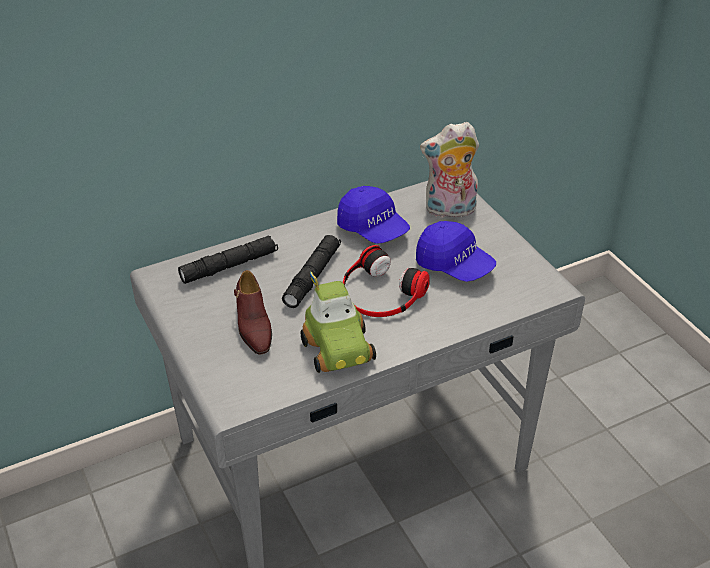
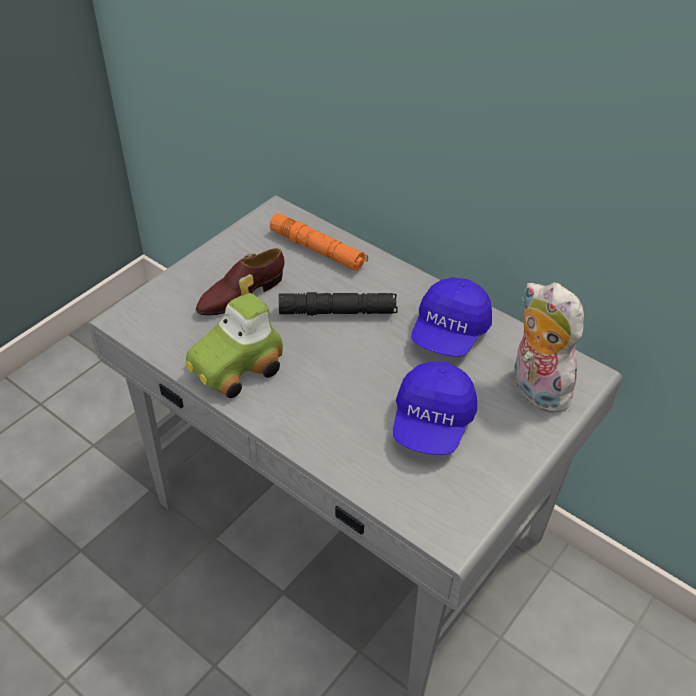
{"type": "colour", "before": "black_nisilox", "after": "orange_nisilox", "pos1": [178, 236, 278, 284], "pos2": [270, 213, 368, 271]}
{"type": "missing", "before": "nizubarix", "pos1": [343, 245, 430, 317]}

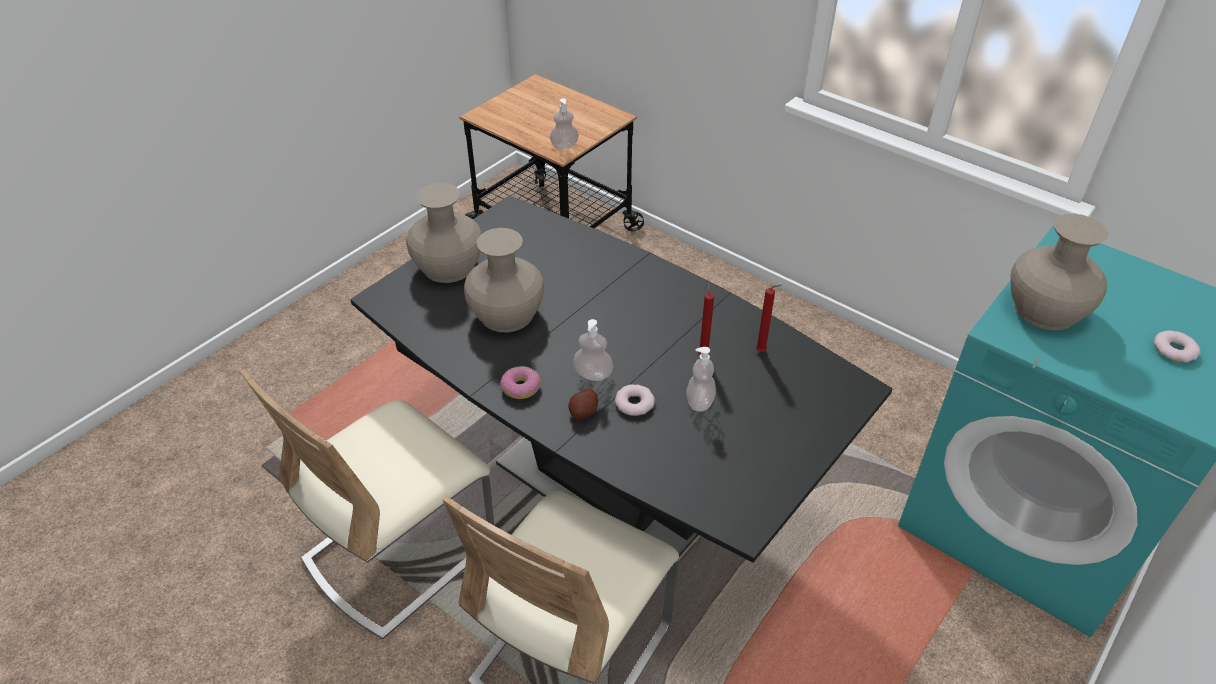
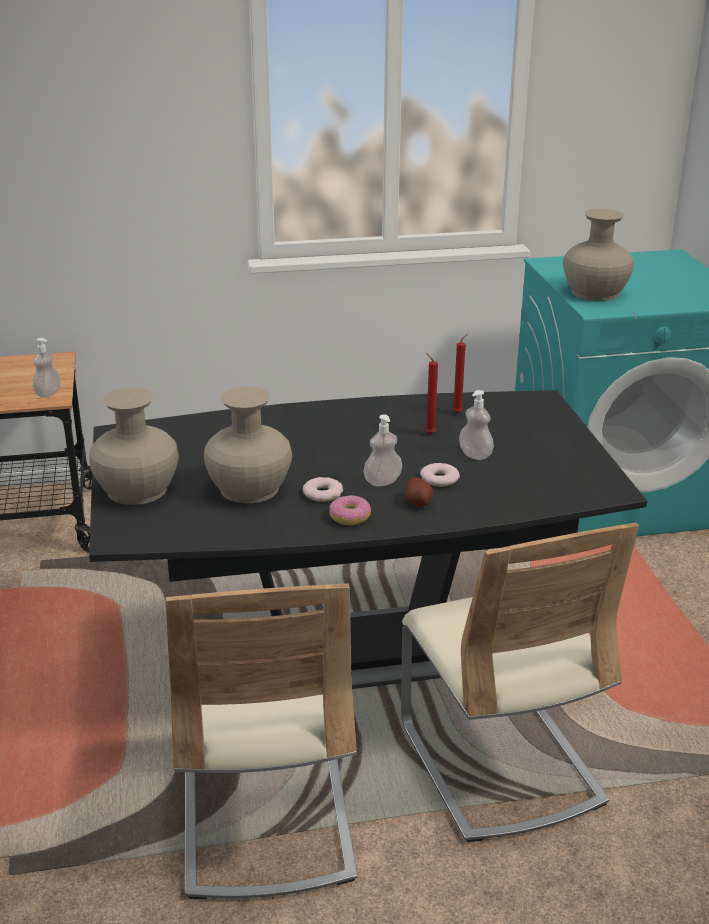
{"type": "relocated", "before": "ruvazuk", "pos1": [1154, 331, 1201, 363], "pos2": [303, 477, 343, 502]}

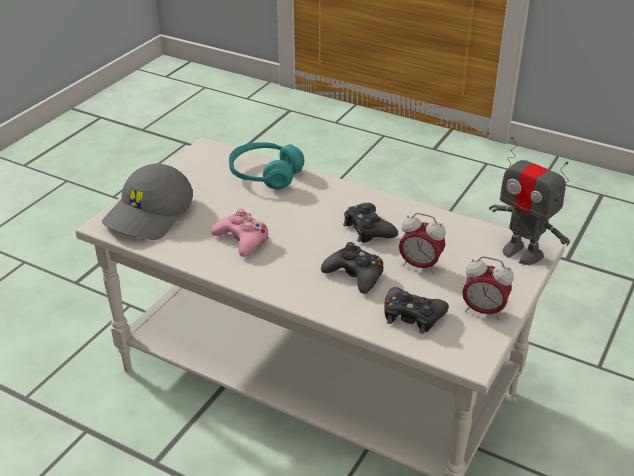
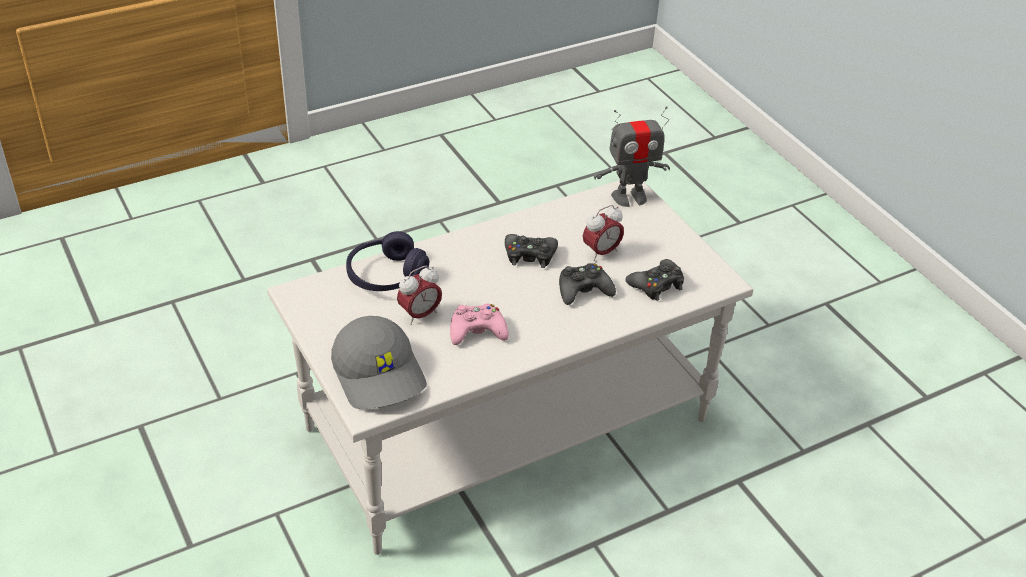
{"type": "colour", "before": "turquoise_nizubarix", "after": "purple_nizubarix", "pos1": [229, 142, 304, 189], "pos2": [346, 231, 429, 291]}
{"type": "relocated", "before": "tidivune", "pos1": [462, 256, 514, 320], "pos2": [397, 266, 442, 325]}

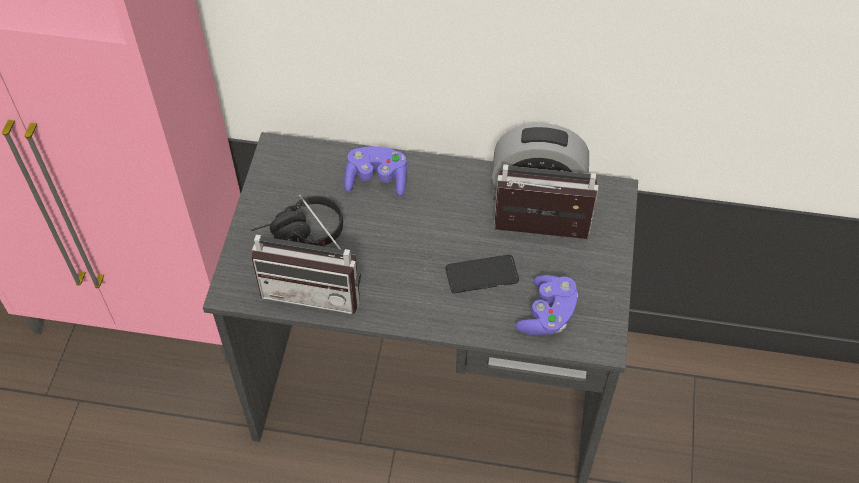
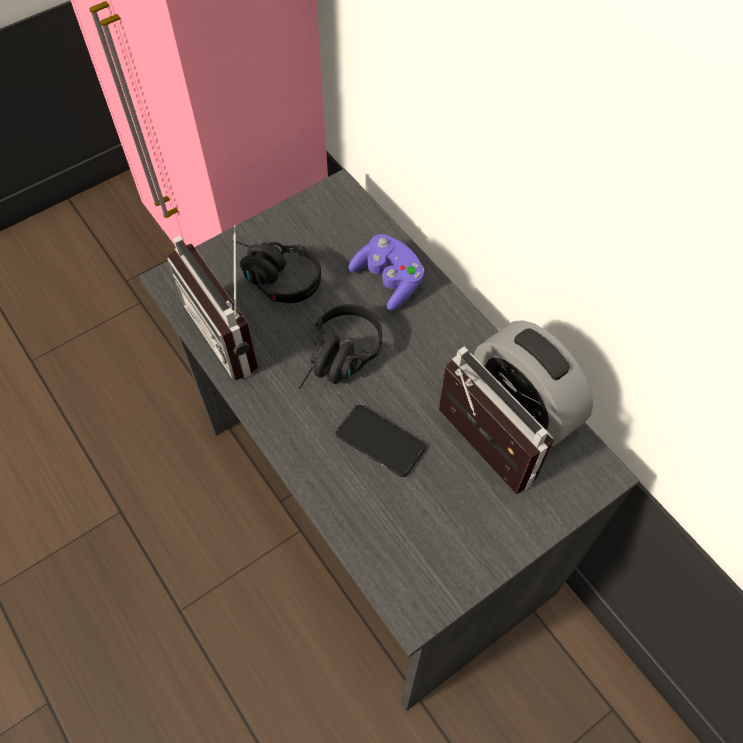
{"type": "appeared", "after": "black_nizubarix", "pos2": [299, 304, 382, 389]}
{"type": "missing", "before": "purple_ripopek", "pos1": [515, 275, 578, 335]}

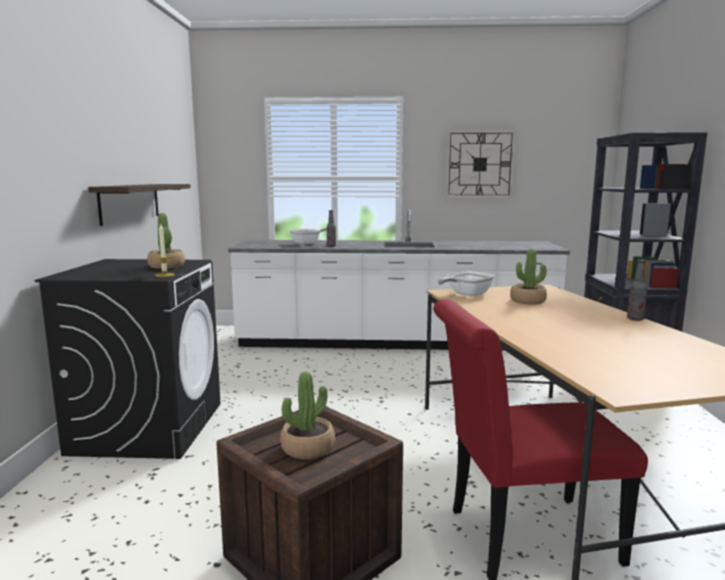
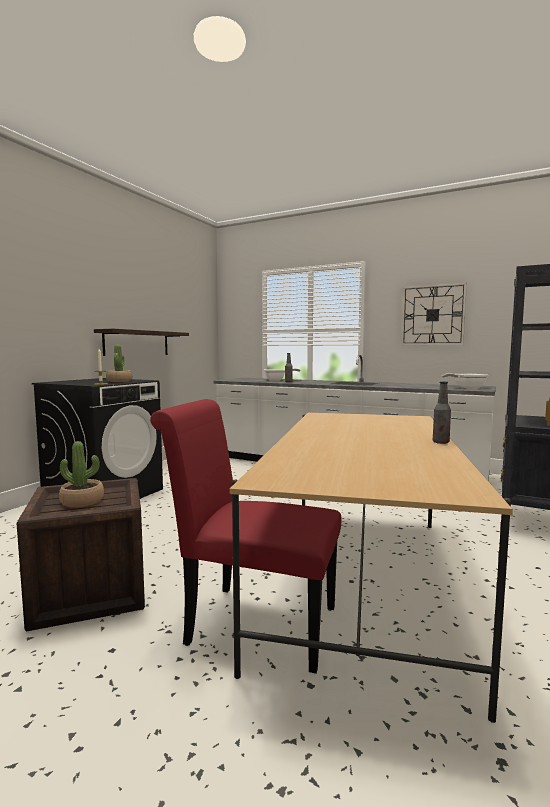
{"type": "relocated", "before": "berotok", "pos1": [438, 271, 495, 296], "pos2": [442, 373, 488, 388]}
{"type": "missing", "before": "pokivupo", "pos1": [510, 249, 547, 304]}

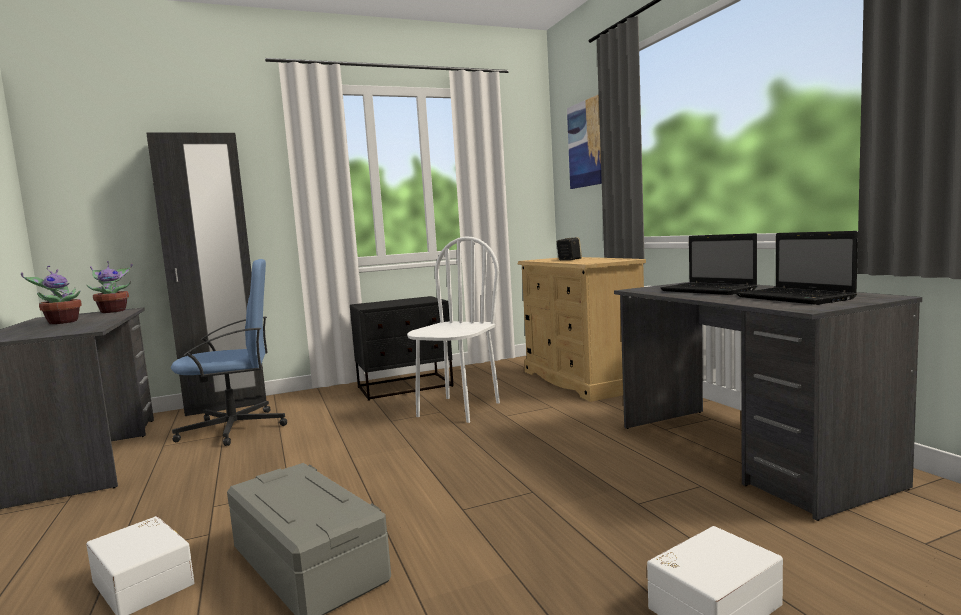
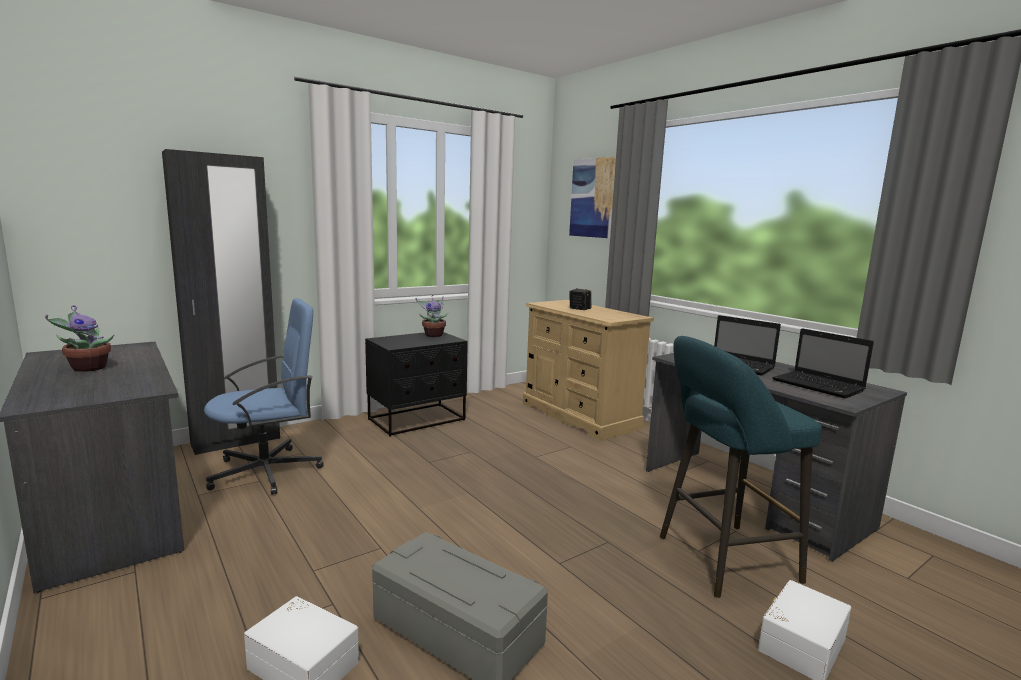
{"type": "relocated", "before": "pokivupo", "pos1": [86, 261, 133, 313], "pos2": [415, 295, 448, 337]}
{"type": "appeared", "after": "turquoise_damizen", "pos2": [660, 336, 822, 598]}
{"type": "missing", "before": "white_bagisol", "pos1": [407, 236, 500, 423]}

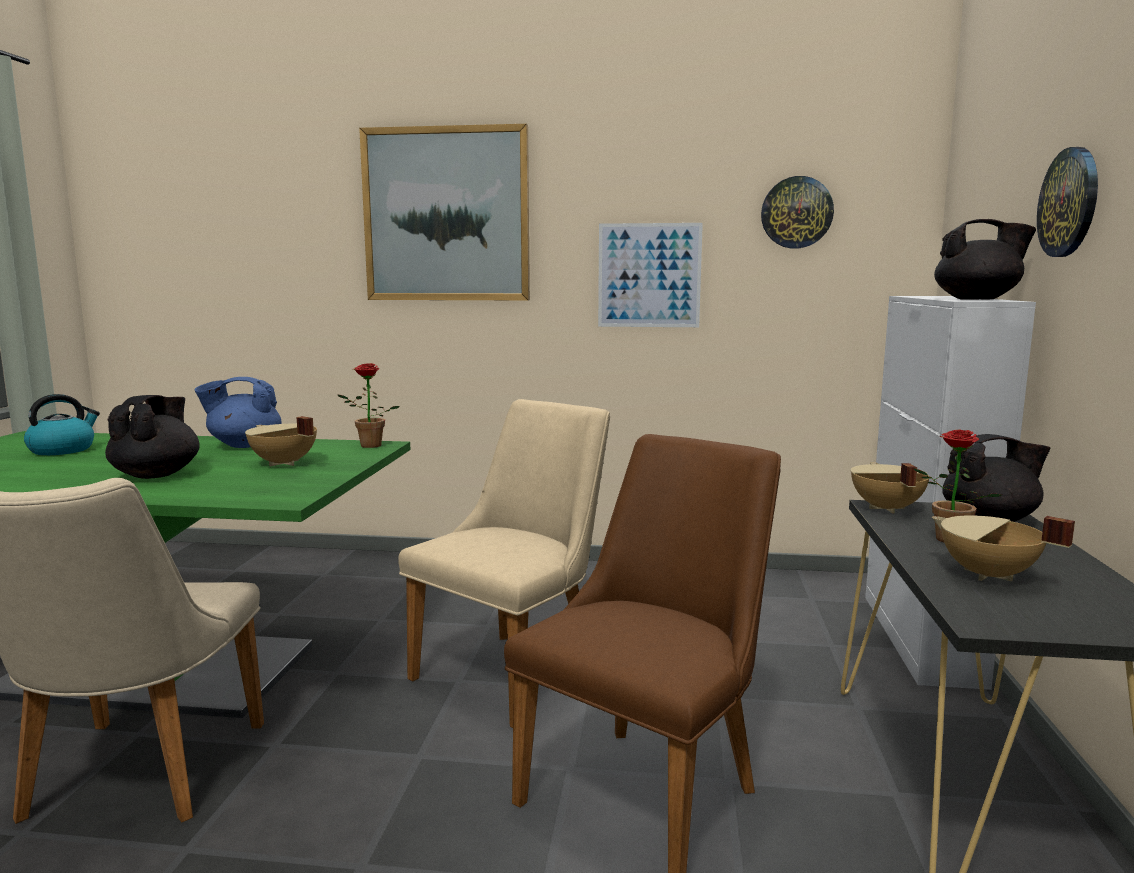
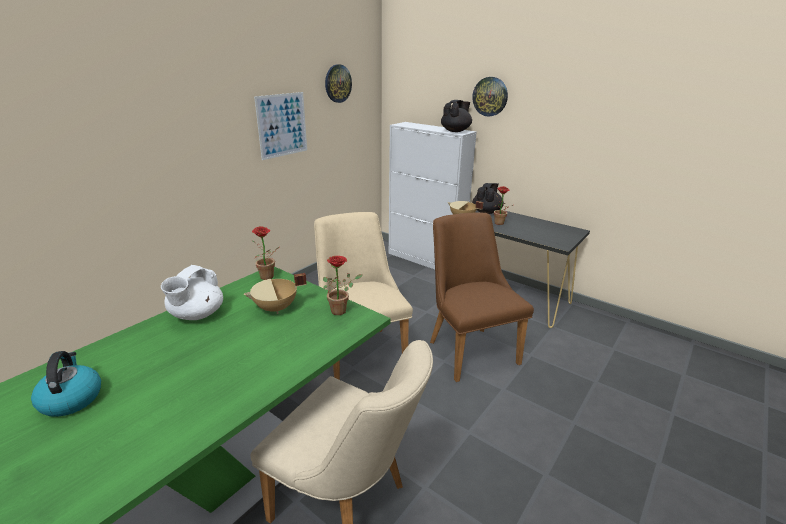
{"type": "colour", "before": "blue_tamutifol", "after": "white_tamutifol", "pos1": [194, 377, 281, 448], "pos2": [161, 265, 223, 320]}
{"type": "appeared", "after": "pokivupo", "pos2": [323, 256, 363, 315]}
{"type": "missing", "before": "black_tamutifol", "pos1": [105, 395, 200, 479]}
{"type": "missing", "before": "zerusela", "pos1": [359, 124, 530, 301]}
{"type": "missing", "before": "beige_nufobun", "pos1": [932, 515, 1075, 581]}

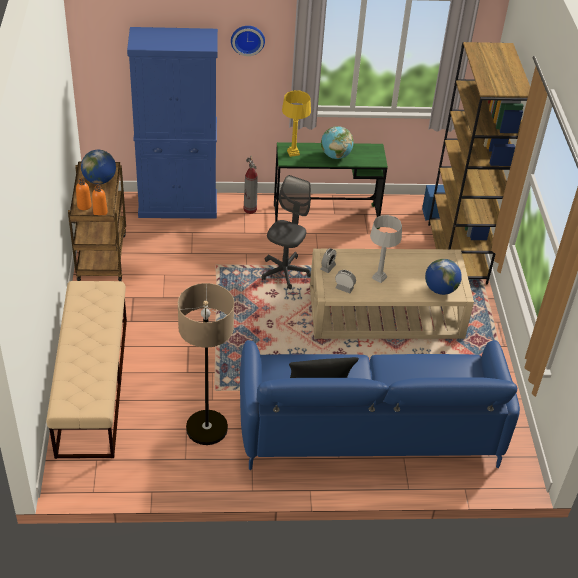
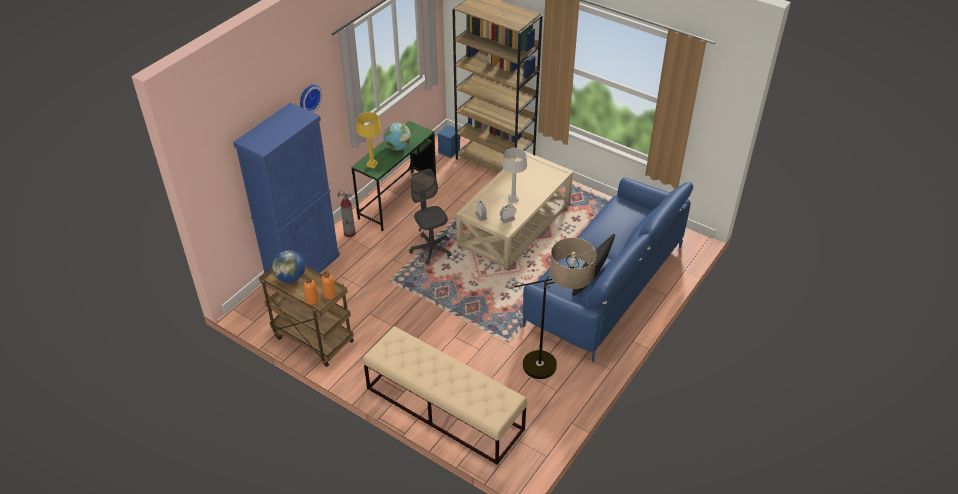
{"type": "missing", "before": "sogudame", "pos1": [425, 259, 462, 295]}

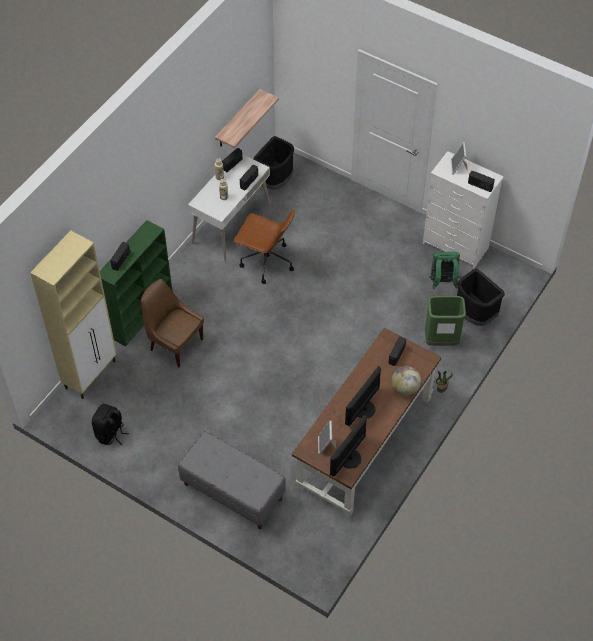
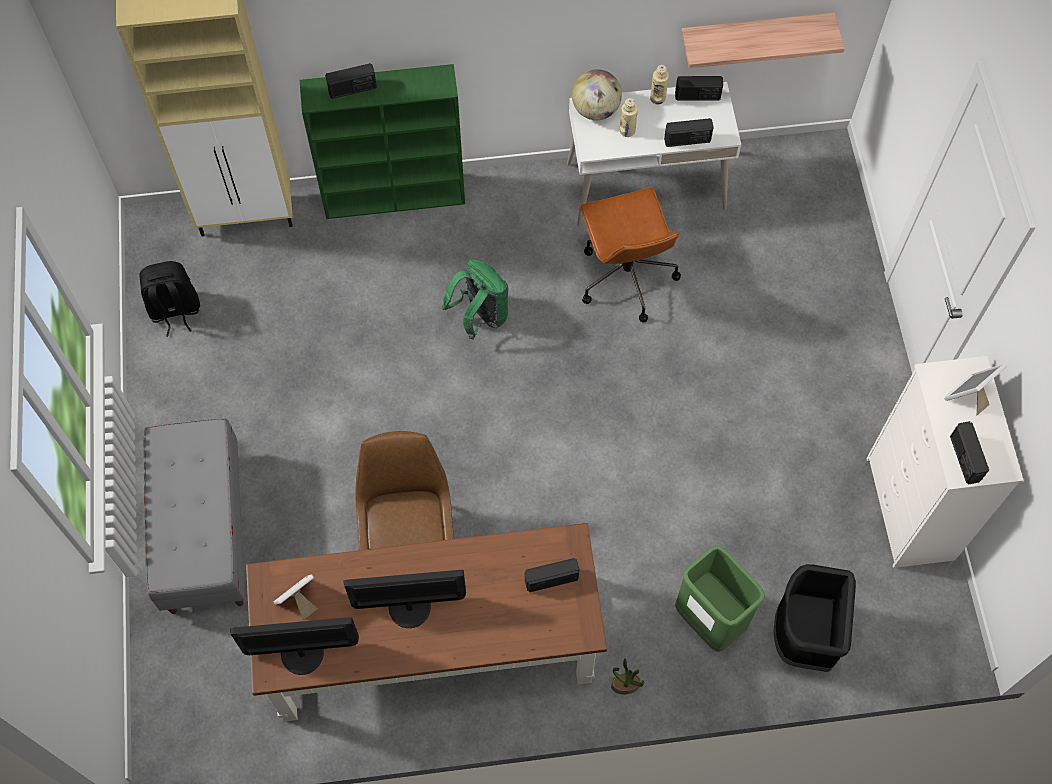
{"type": "relocated", "before": "brown_bagisol", "pos1": [141, 279, 204, 367], "pos2": [355, 431, 454, 550]}
{"type": "relocated", "before": "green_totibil", "pos1": [429, 252, 460, 289], "pos2": [442, 259, 508, 339]}
{"type": "relocated", "before": "sogudame", "pos1": [391, 366, 421, 396], "pos2": [572, 69, 622, 120]}
{"type": "missing", "before": "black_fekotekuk", "pos1": [253, 136, 294, 190]}

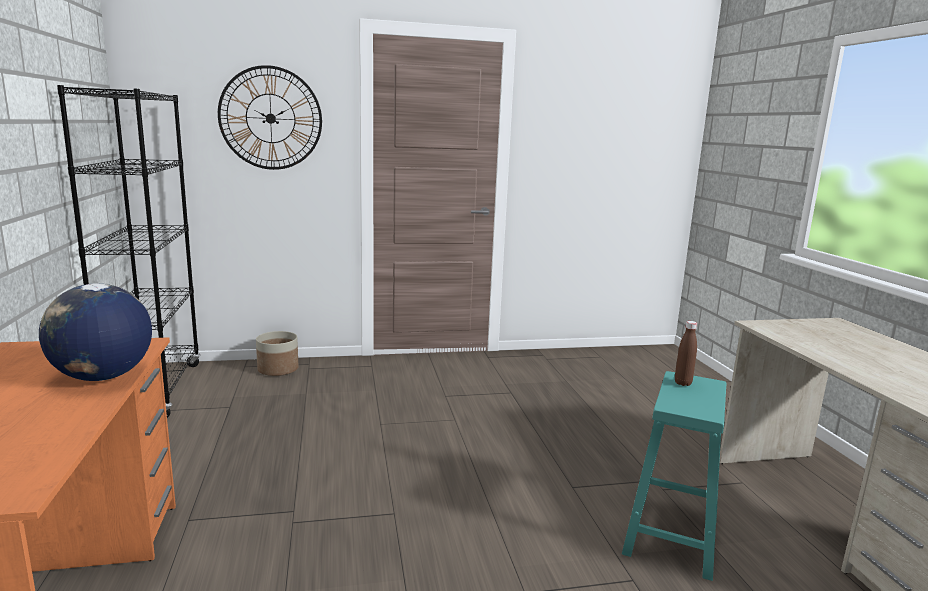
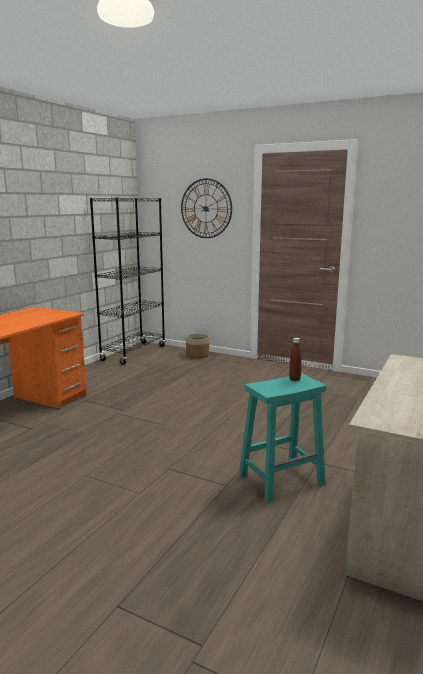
{"type": "missing", "before": "sogudame", "pos1": [39, 284, 152, 381]}

